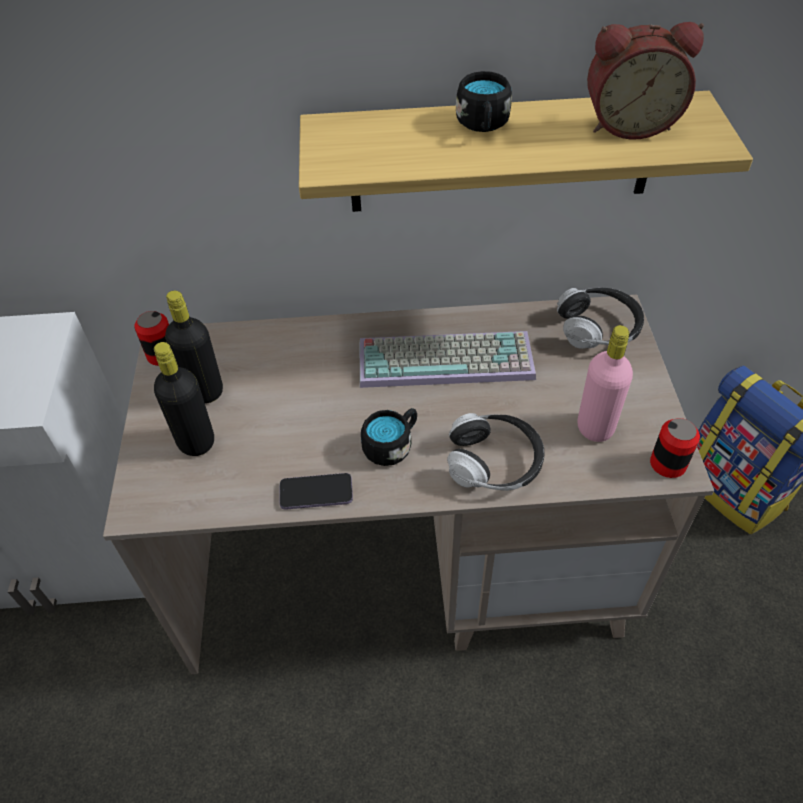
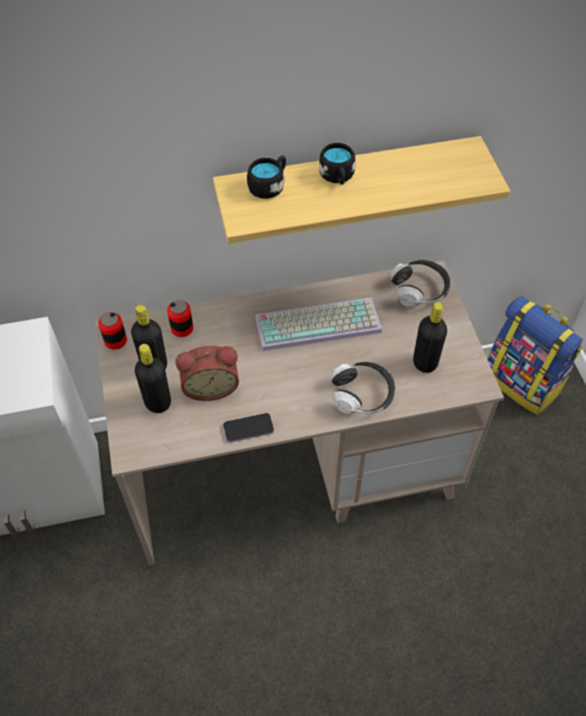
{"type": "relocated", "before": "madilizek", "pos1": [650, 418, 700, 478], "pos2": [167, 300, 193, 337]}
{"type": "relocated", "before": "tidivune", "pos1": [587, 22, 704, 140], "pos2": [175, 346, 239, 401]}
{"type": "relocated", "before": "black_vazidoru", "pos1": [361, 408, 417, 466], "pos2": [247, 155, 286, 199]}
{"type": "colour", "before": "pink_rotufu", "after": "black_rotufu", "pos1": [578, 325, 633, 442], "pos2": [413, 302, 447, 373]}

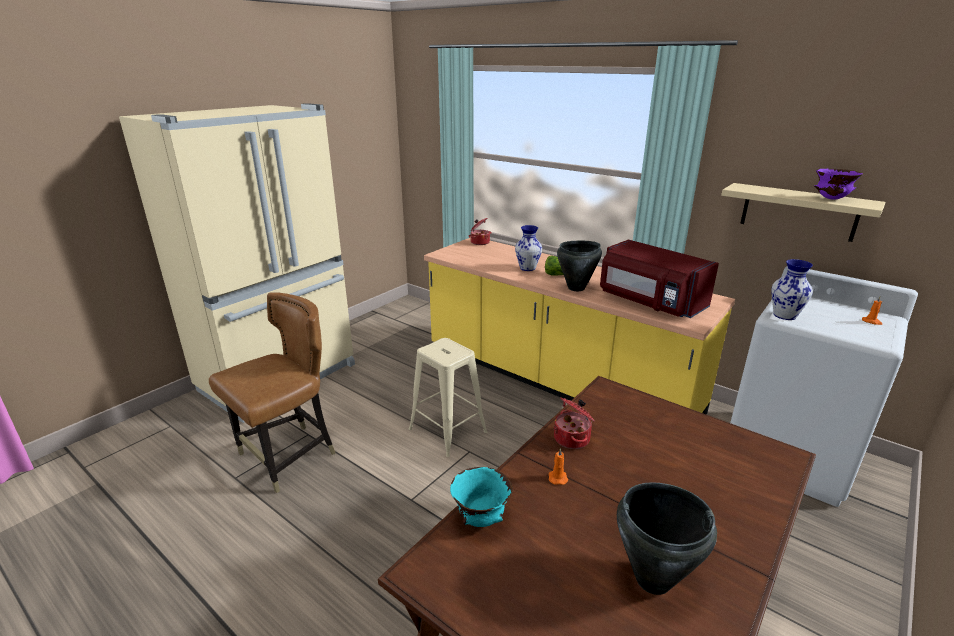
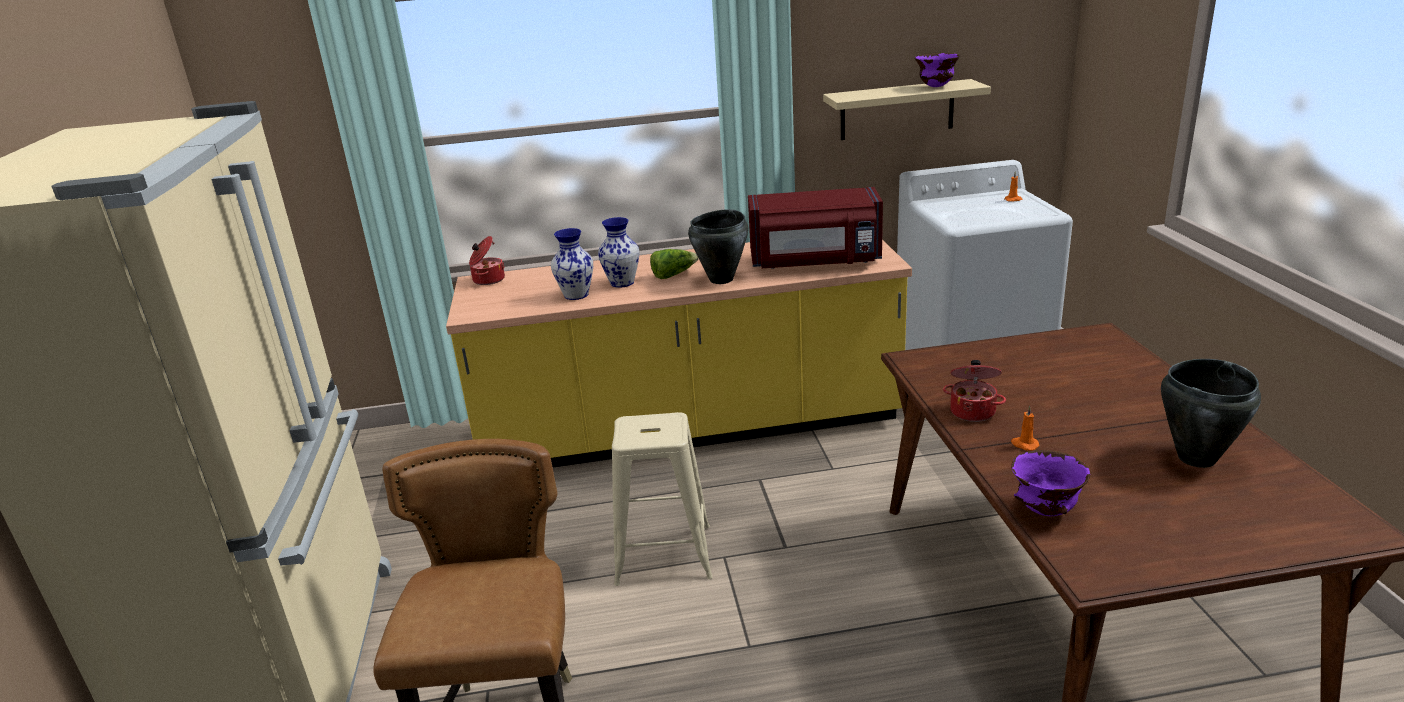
{"type": "relocated", "before": "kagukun", "pos1": [771, 259, 813, 320], "pos2": [551, 228, 593, 300]}
{"type": "colour", "before": "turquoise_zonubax", "after": "purple_zonubax", "pos1": [450, 467, 513, 527], "pos2": [1011, 450, 1090, 516]}

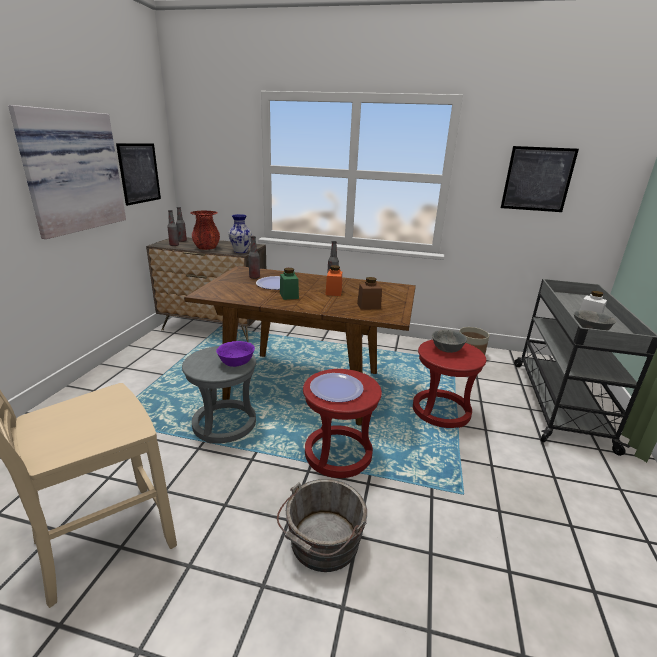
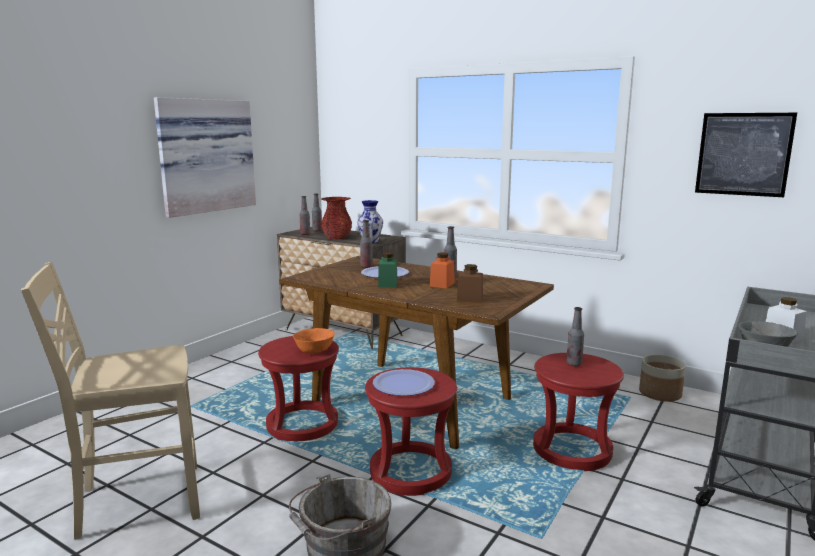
{"type": "colour", "before": "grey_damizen", "after": "red_damizen", "pos1": [182, 346, 256, 444], "pos2": [258, 336, 339, 441]}
{"type": "colour", "before": "purple_zonubax", "after": "orange_zonubax", "pos1": [216, 341, 255, 367], "pos2": [293, 328, 335, 353]}
{"type": "exchanged", "before": "grey_zonubax", "after": "rotufu", "pos1": [432, 329, 467, 353], "pos2": [566, 307, 584, 366]}
{"type": "missing", "before": "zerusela", "pos1": [116, 143, 161, 206]}

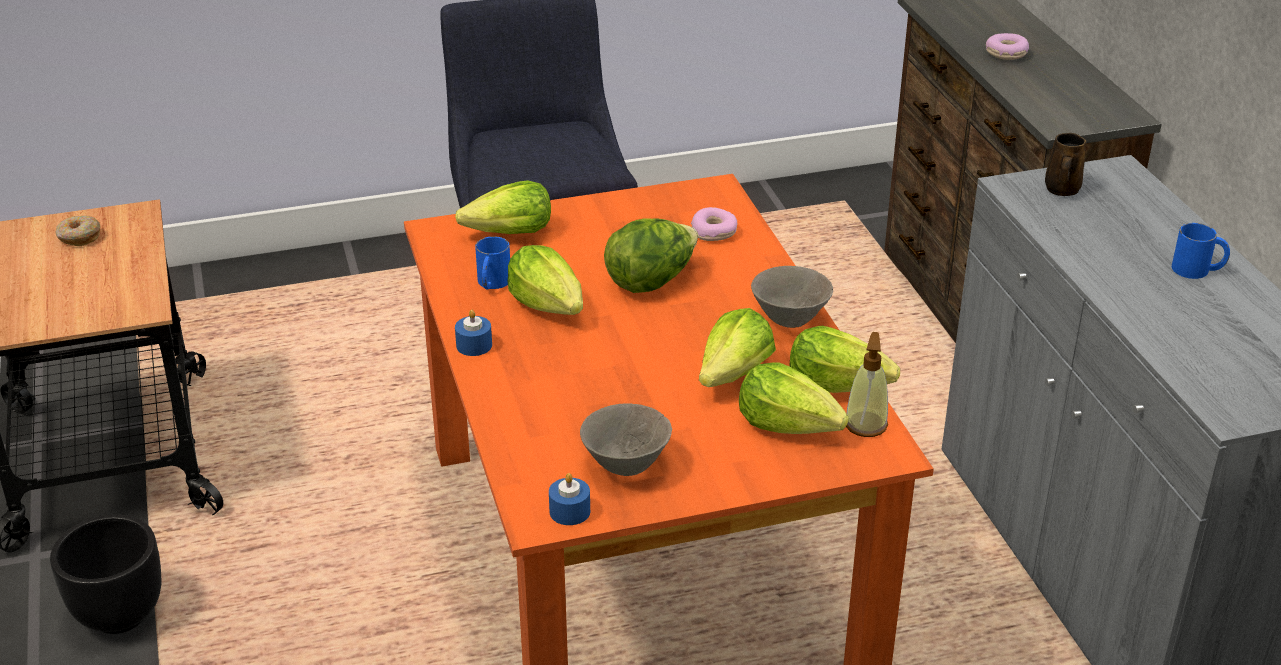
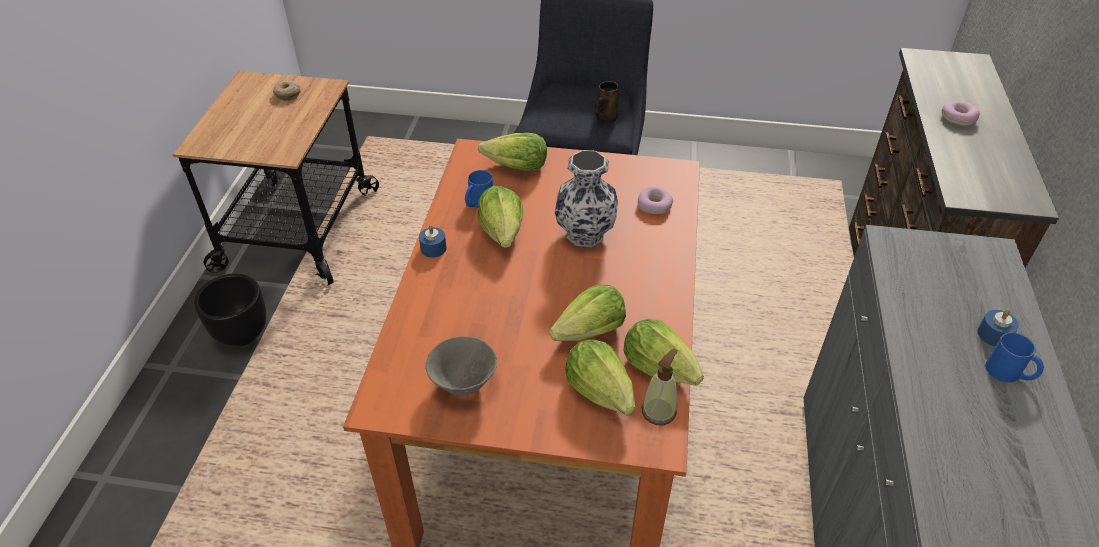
{"type": "exchanged", "before": "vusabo", "after": "kagukun", "pos1": [604, 219, 698, 293], "pos2": [555, 150, 618, 247]}
{"type": "relocated", "before": "brown_vazidoru", "pos1": [1045, 133, 1086, 196], "pos2": [594, 81, 619, 123]}
{"type": "relocated", "before": "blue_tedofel", "pos1": [549, 473, 590, 525], "pos2": [977, 309, 1019, 346]}
{"type": "missing", "before": "grey_zonubax", "pos1": [751, 266, 833, 328]}

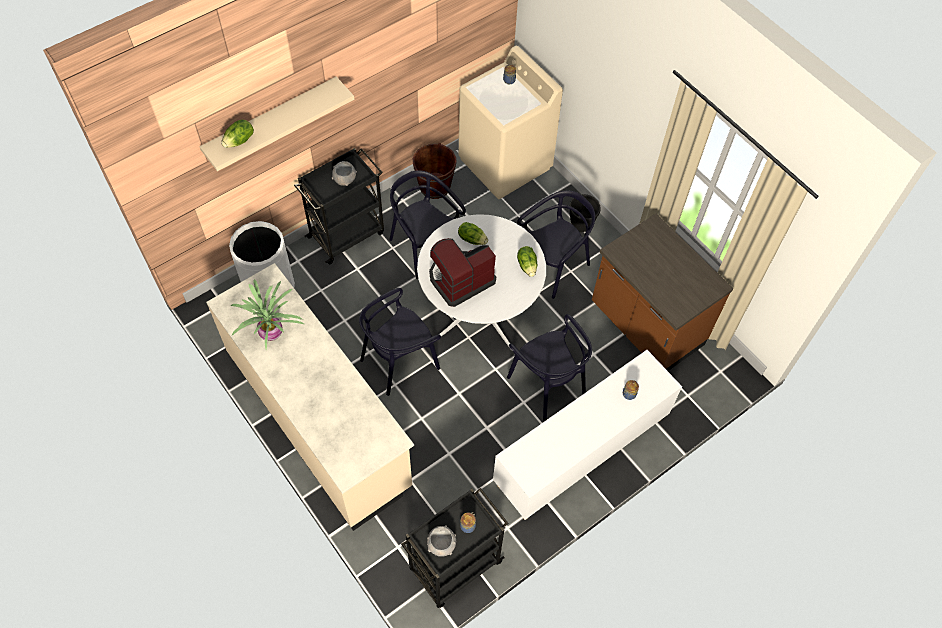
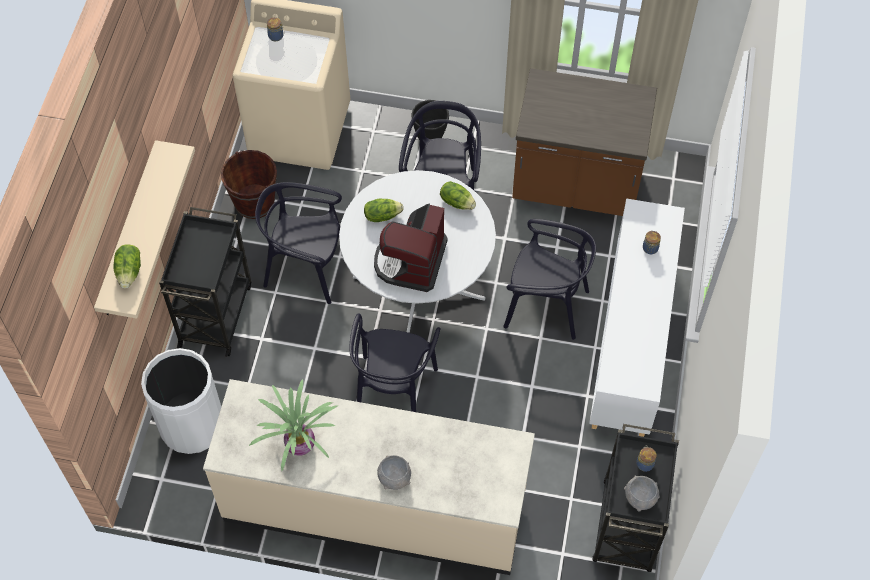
{"type": "relocated", "before": "grey_zonubax", "pos1": [332, 161, 357, 186], "pos2": [377, 455, 411, 490]}

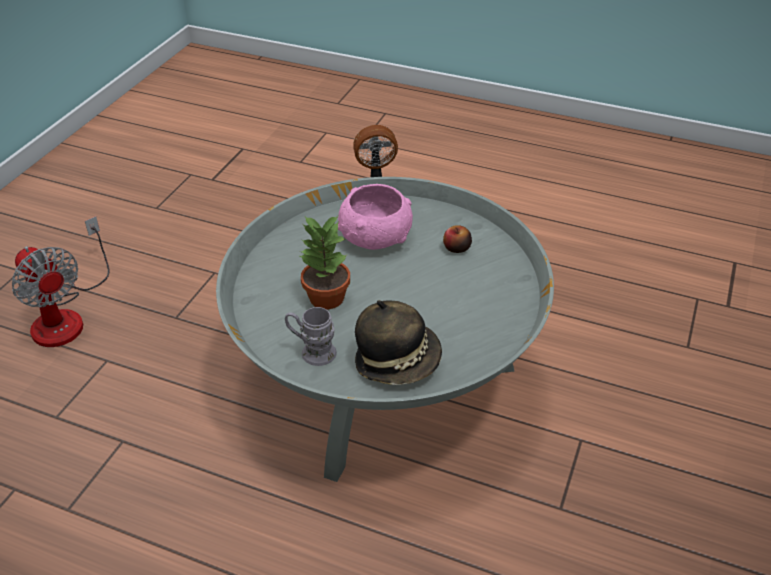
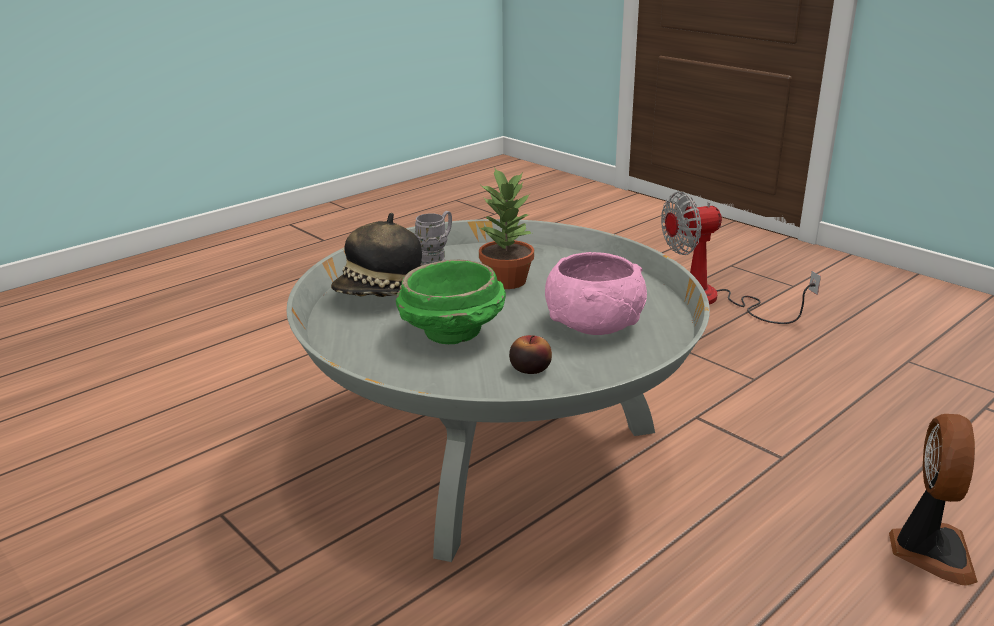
{"type": "appeared", "after": "green_zonubax", "pos2": [396, 260, 506, 344]}

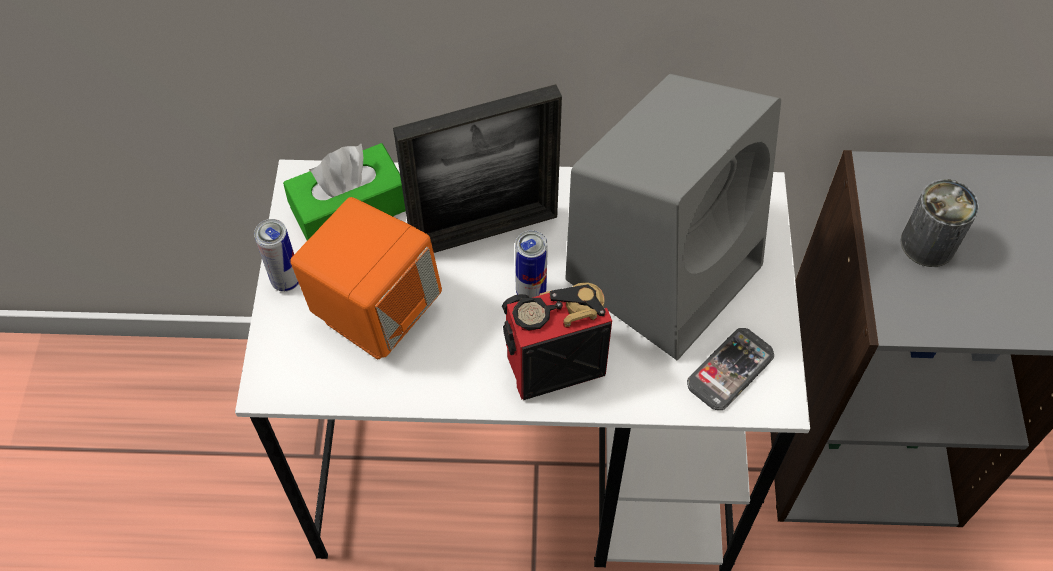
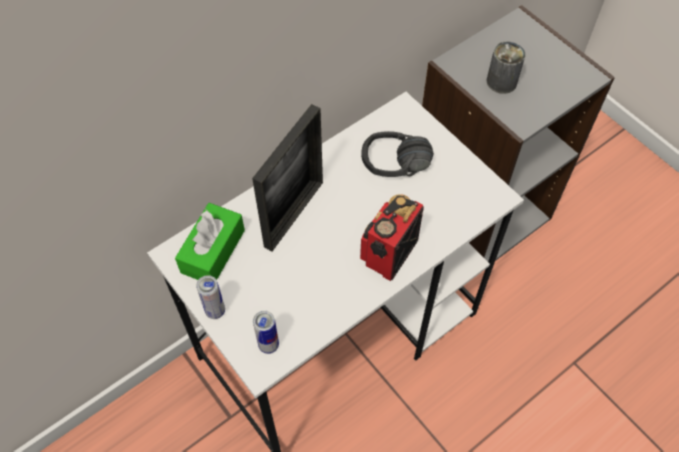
{"type": "relocated", "before": "madilizek", "pos1": [515, 230, 548, 298], "pos2": [253, 311, 279, 354]}
{"type": "exchanged", "before": "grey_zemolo", "after": "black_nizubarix", "pos1": [565, 74, 781, 360], "pos2": [361, 131, 434, 177]}
{"type": "missing", "before": "orange_zemolo", "pos1": [290, 197, 442, 359]}
{"type": "missing", "before": "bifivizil", "pos1": [687, 328, 774, 410]}

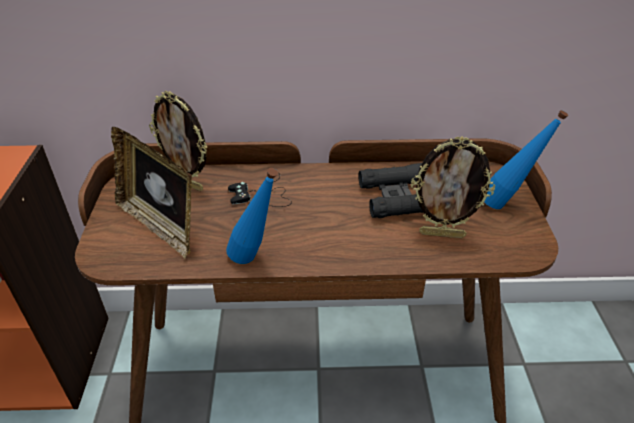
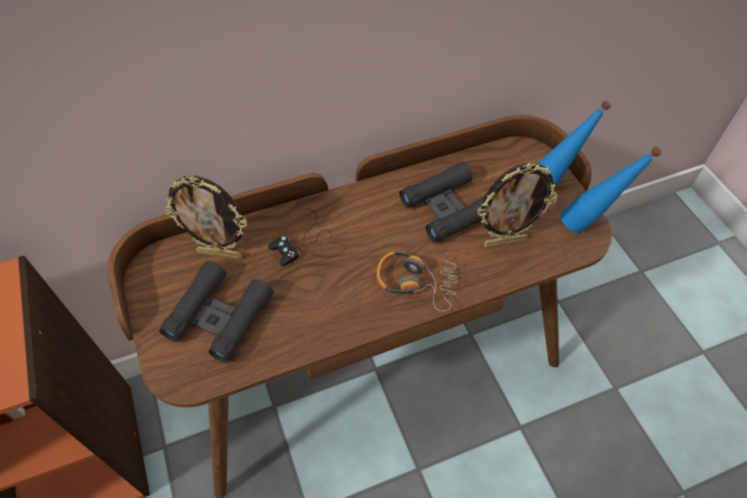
{"type": "exchanged", "before": "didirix", "after": "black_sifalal", "pos1": [111, 127, 192, 260], "pos2": [159, 261, 273, 363]}
{"type": "appeared", "after": "nizubarix", "pos2": [376, 252, 457, 312]}
{"type": "relocated", "before": "blue_rotufu", "pos1": [226, 168, 278, 264], "pos2": [561, 147, 662, 233]}

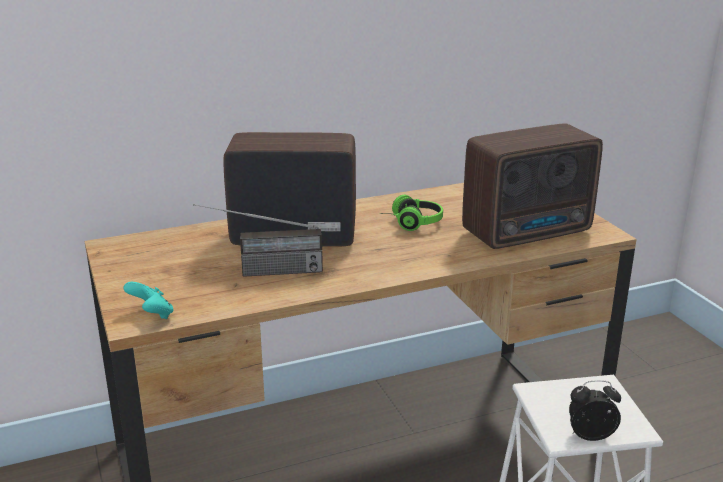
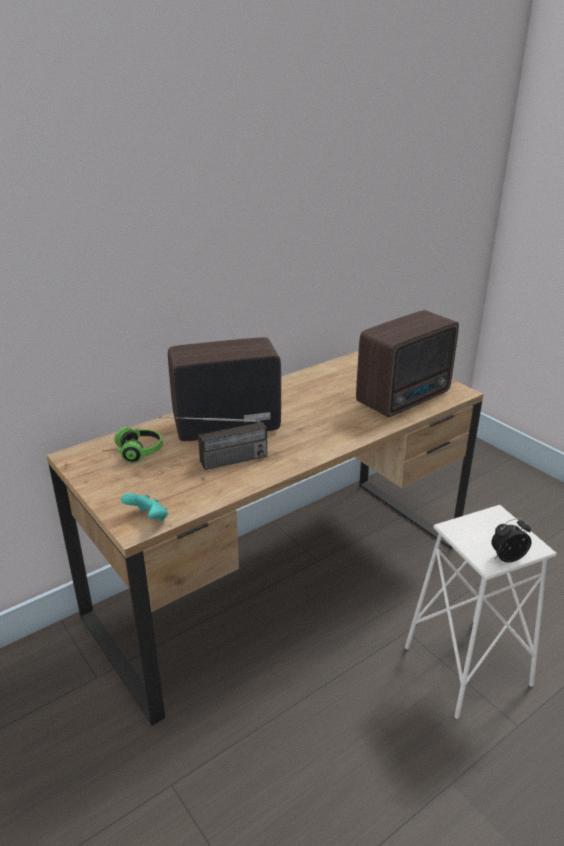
{"type": "relocated", "before": "nizubarix", "pos1": [379, 195, 443, 231], "pos2": [102, 427, 163, 463]}

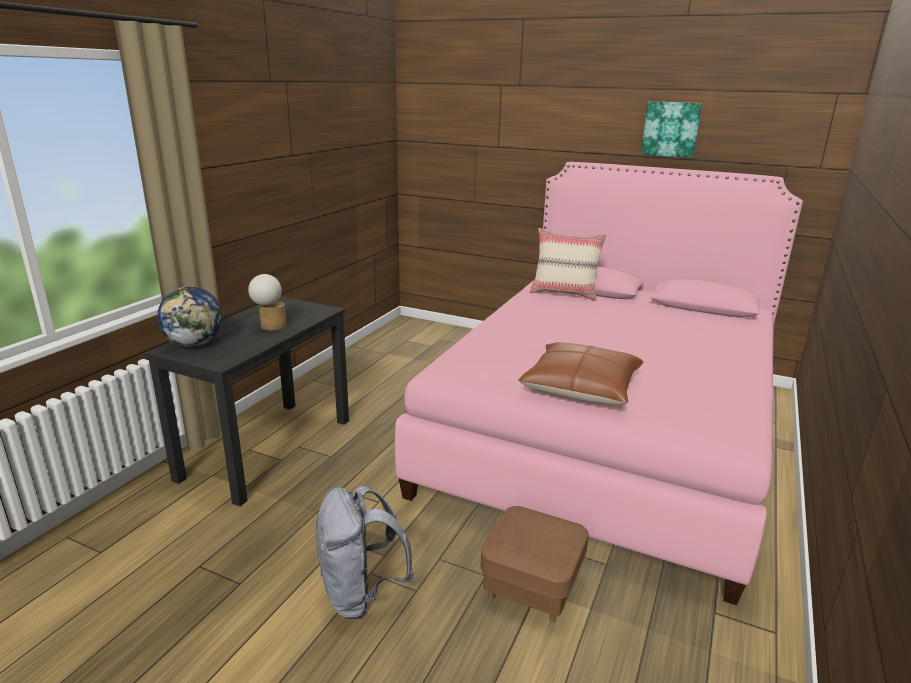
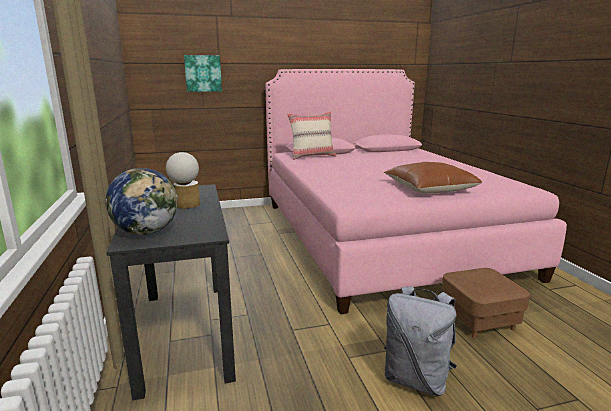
{"type": "relocated", "before": "zerusela", "pos1": [641, 101, 702, 158], "pos2": [184, 55, 222, 92]}

